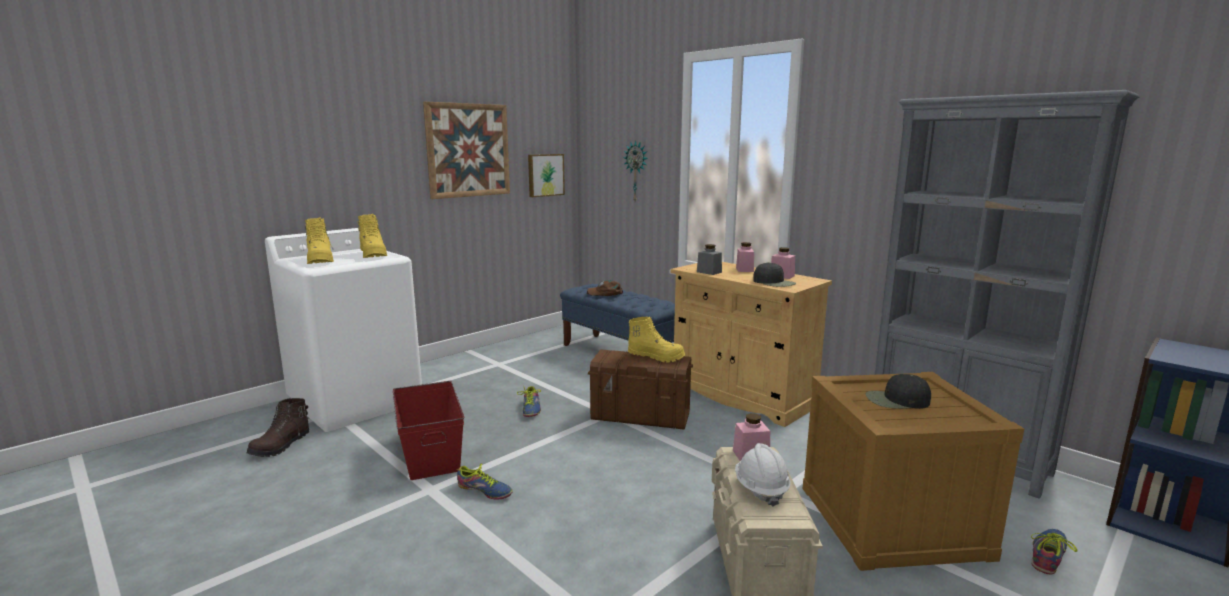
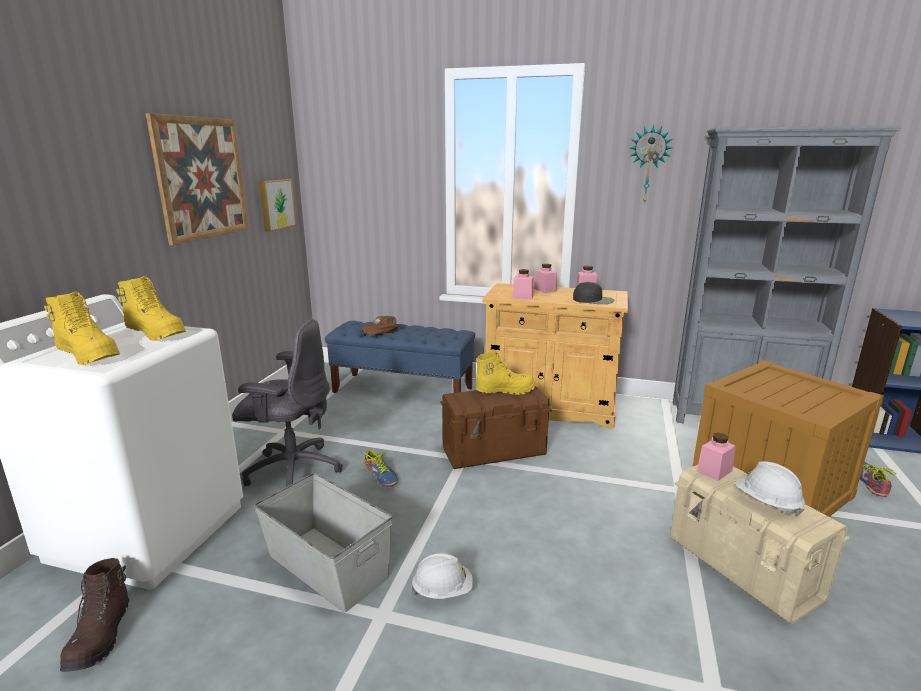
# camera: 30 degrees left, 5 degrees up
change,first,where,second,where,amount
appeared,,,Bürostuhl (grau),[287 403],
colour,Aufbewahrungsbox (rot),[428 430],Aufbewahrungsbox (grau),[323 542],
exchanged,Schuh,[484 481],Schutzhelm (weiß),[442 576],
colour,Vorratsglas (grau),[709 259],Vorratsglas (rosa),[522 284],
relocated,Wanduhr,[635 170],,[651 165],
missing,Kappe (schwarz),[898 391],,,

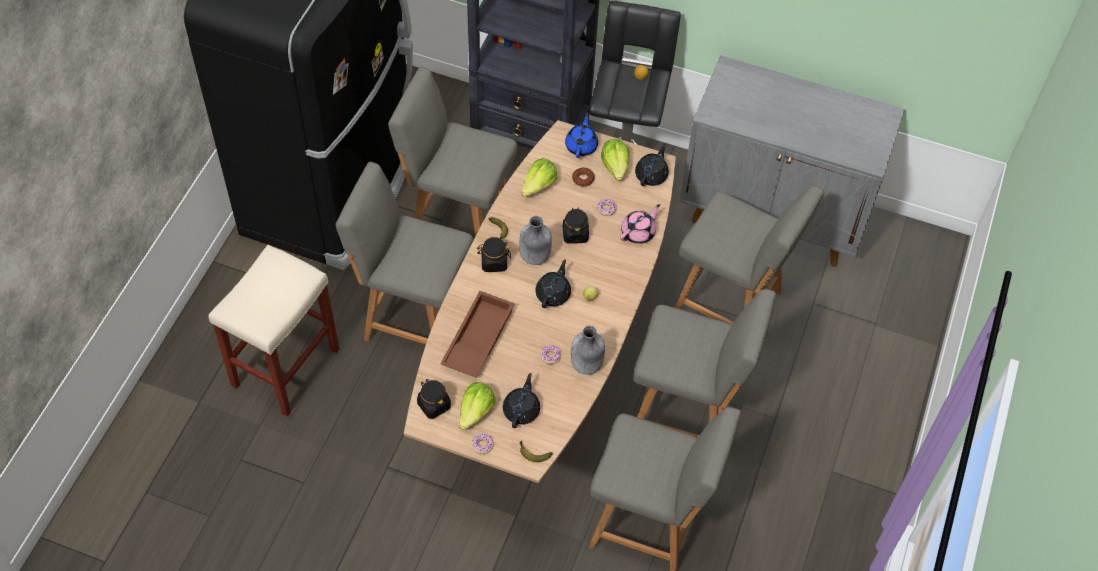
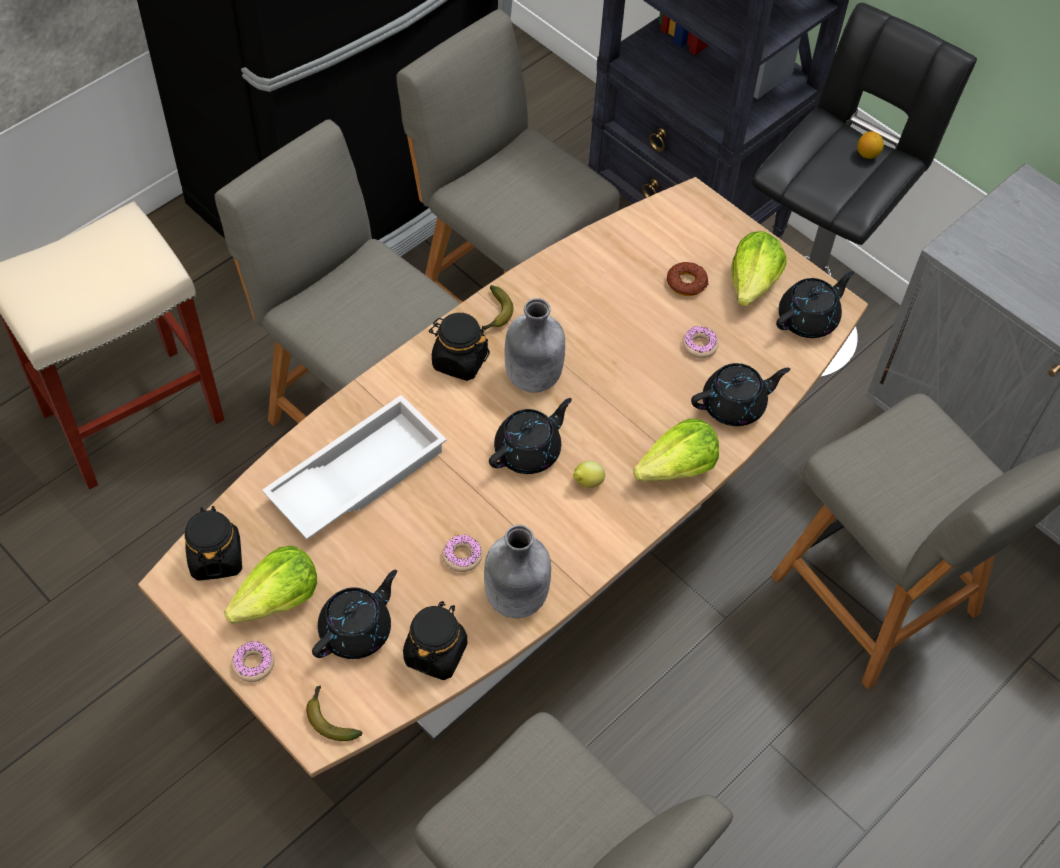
# camera: 25 degrees right, 0 degrees up
change,first,where,second,where,amount
colour,Tablett (braun),[477 334],Tablett (weiß),[354 467],
relocated,Vorratsglas (schwarz),[576 225],,[435 640],
relocated,Salatkopf,[539 177],,[676 450],
colour,Teekanne (rosa),[640 224],Teekanne (schwarz),[741 394],
missing,Teekanne (blau),[581 135],,,
missing,Stuhl (grau),[704 363],,,

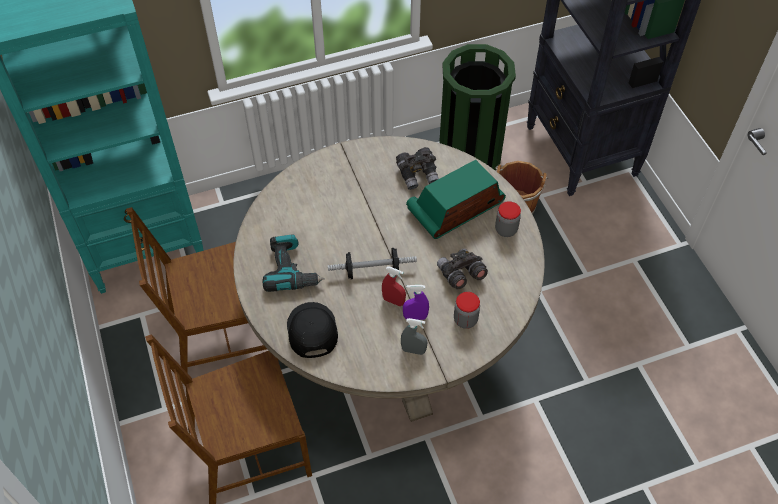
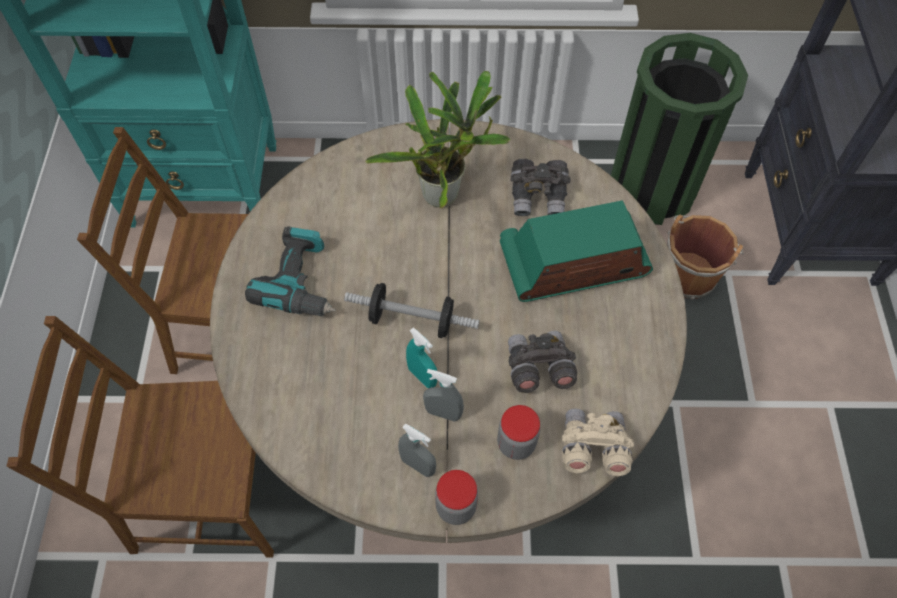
# camera: 20 degrees right, 5 degrees up
change,first,where,second,where,amount
appeared,,,Topfpflanze,[437 140],
colour,Sprühflasche (rot),[394 286],Sprühflasche (türkis),[421 358],
colour,Sprühflasche (lila),[416 302],Sprühflasche (grau),[443 395],
relocated,Vorratsglas,[508 219],,[456 497],
appeared,,,Fernglas (beige),[598 443],
missing,Kappe (schwarz),[312 330],,,

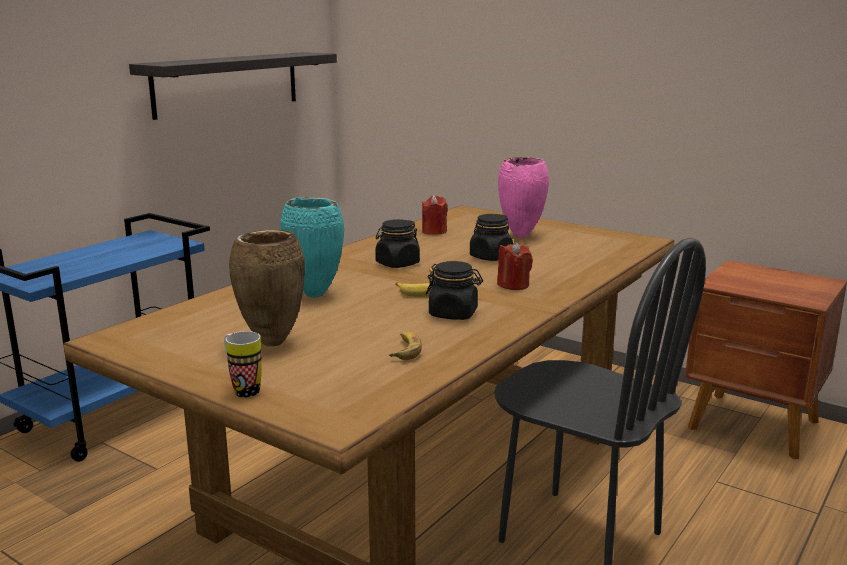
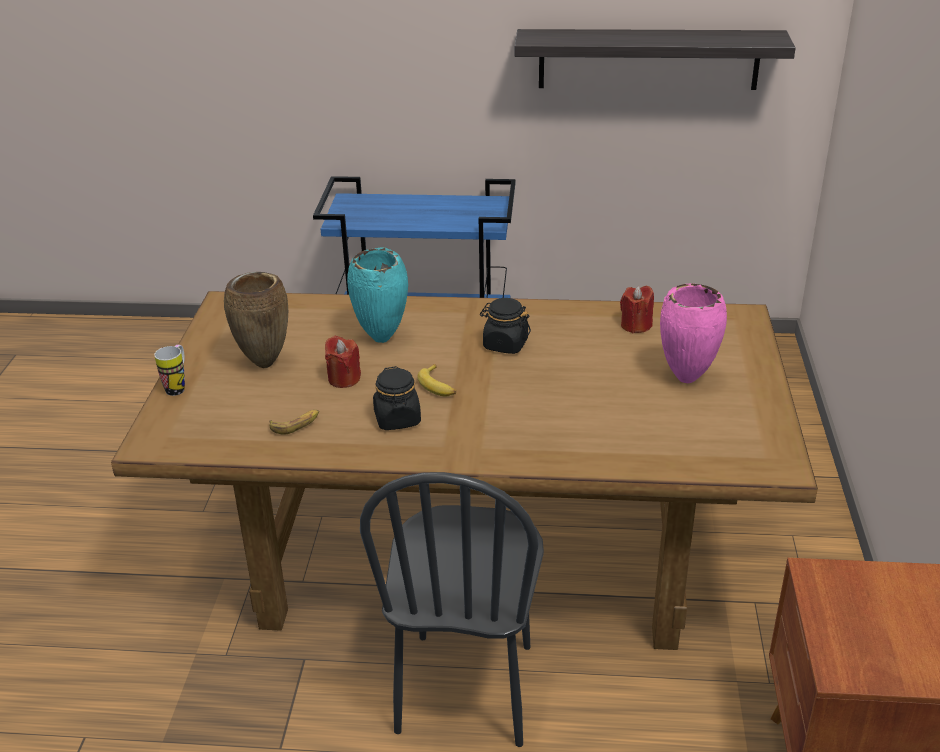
# camera: 60 degrees right, 15 degrees up
change,first,where,second,where,amount
relocated,Kerze (rot),[515 266],,[343 362],
missing,Vorratsglas (schwarz),[491 237],,,

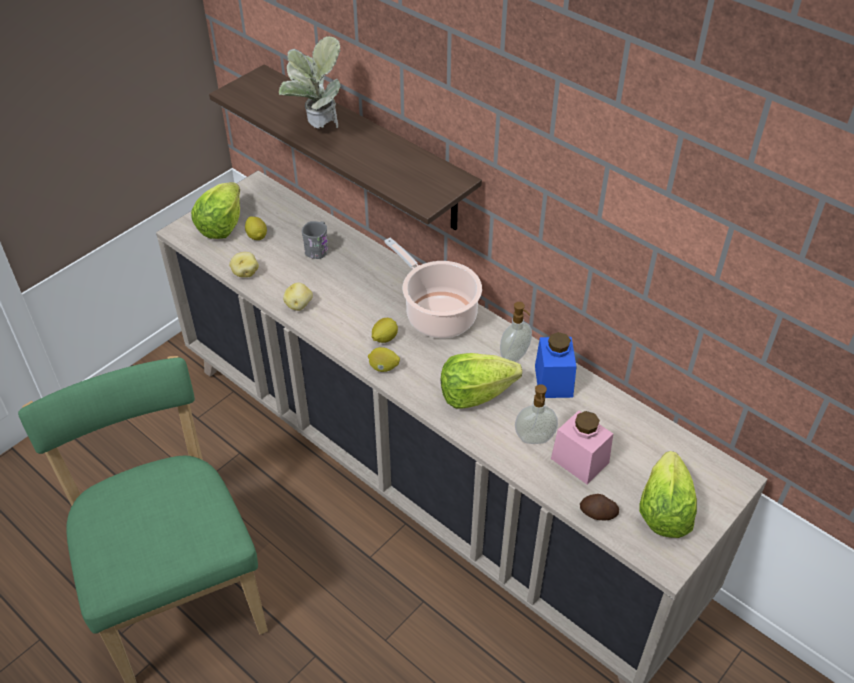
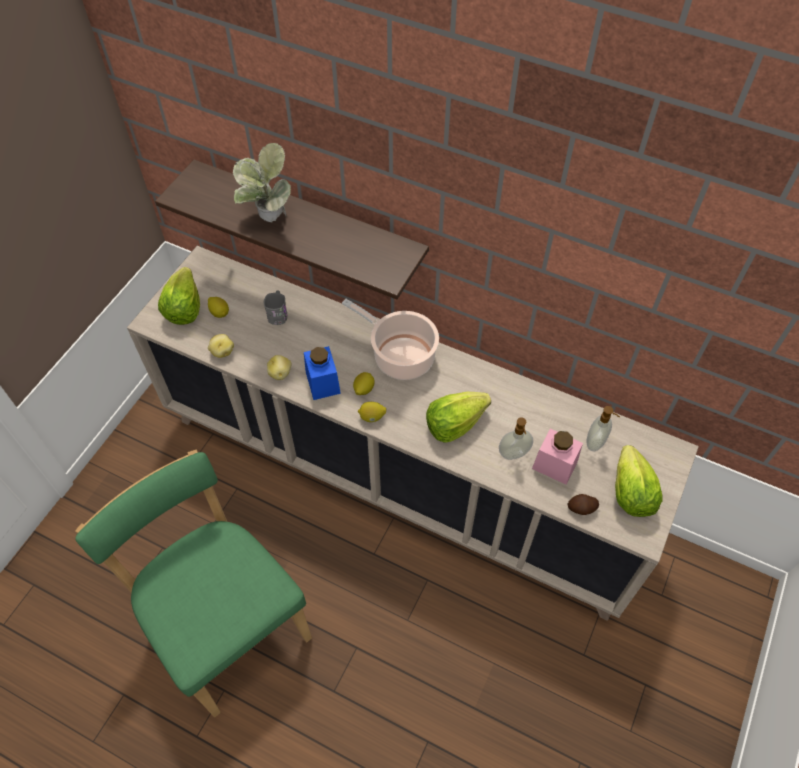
# camera: 15 degrees left, 10 degrees up
change,first,where,second,where,amount
relocated,Vorratsglas (blau),[556 365],,[322 373],
relocated,Seifenspender,[516 332],,[603 428],

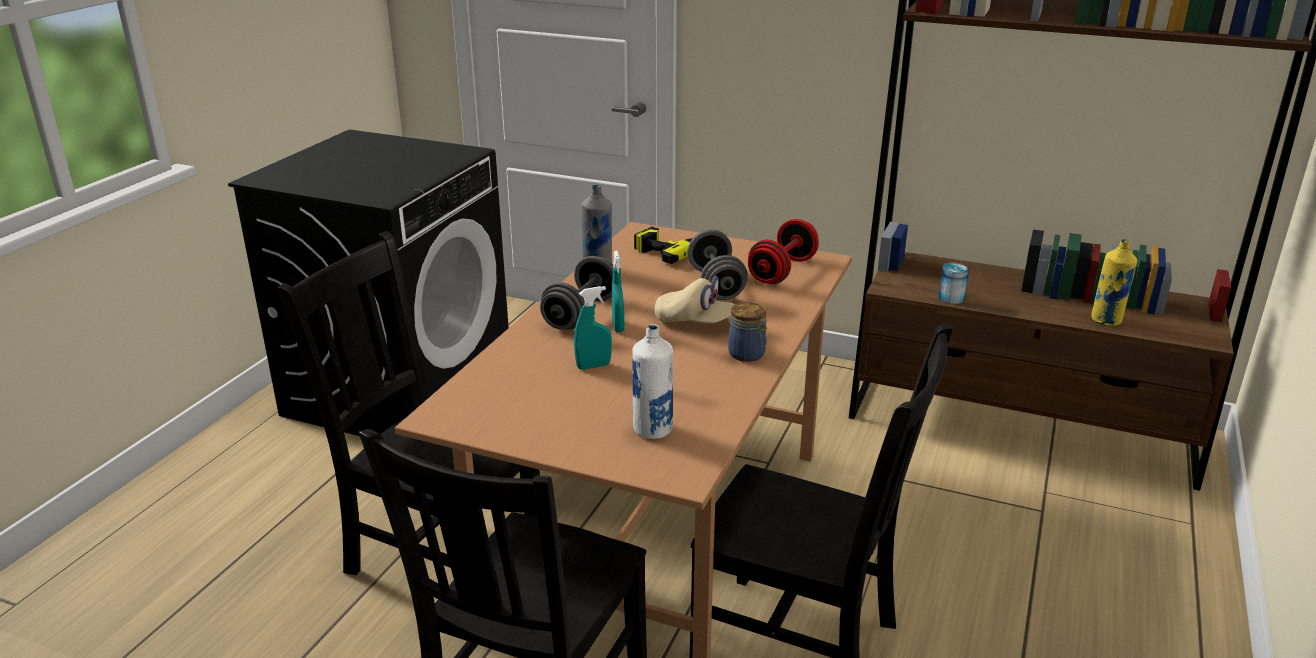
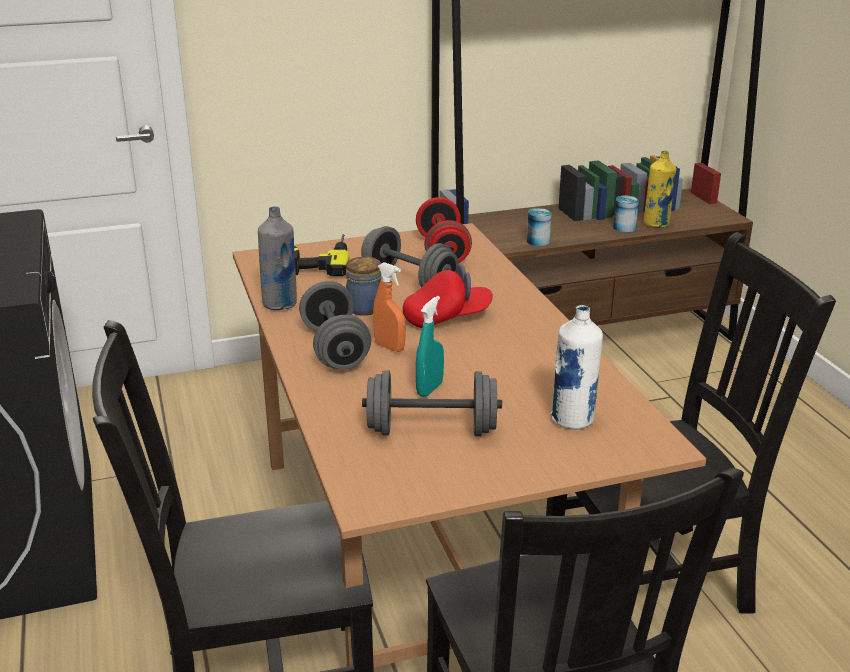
# camera: 40 degrees left, 0 degrees up
change,first,where,second,where,amount
relocated,Vorratsglas,[747 332],,[364 286],
appeared,,,Hantel (grau),[432 403],
colour,Sprühflasche (türkis),[618 291],Sprühflasche (orange),[389 307],
colour,Kappe (beige),[694 299],Kappe (rot),[448 295],
appeared,,,Dose,[626 214],

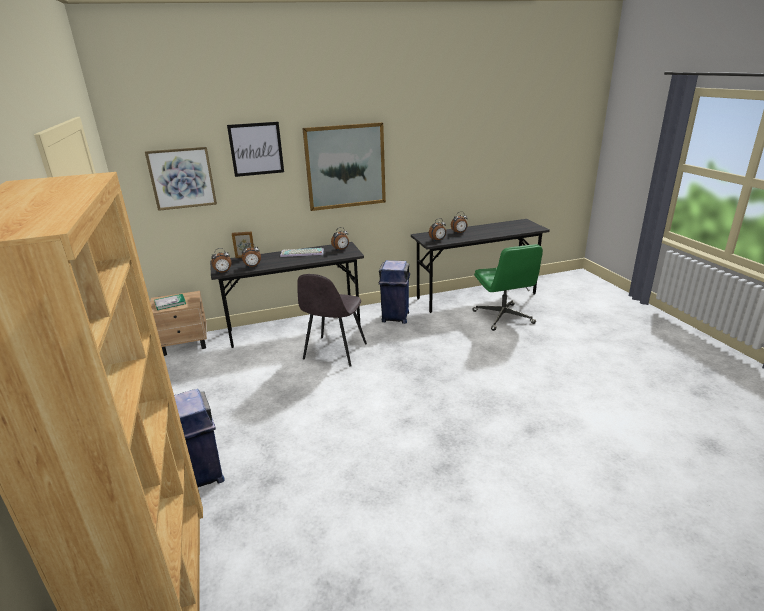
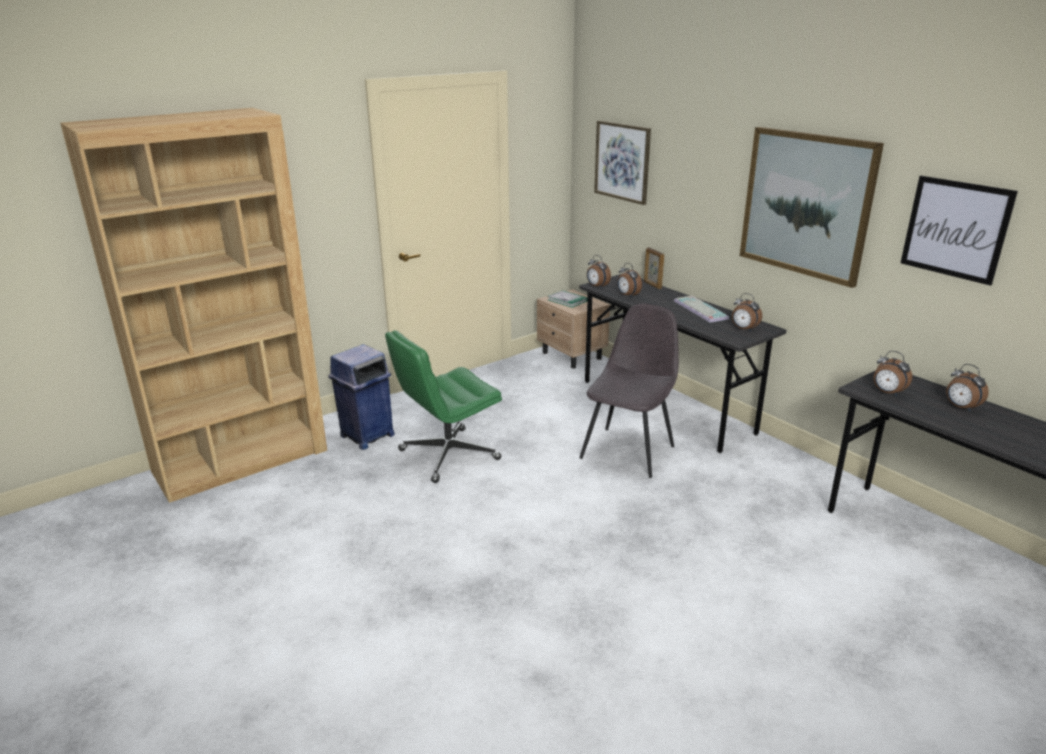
# camera: 70 degrees right, 0 degrees up
change,first,where,second,where,amount
relocated,Bürostuhl (grün),[508 287],,[443 406],
spun,Stuhl (grau),[332 320],,[629 391],120 degrees clockwise
relocated,Bild,[255 149],,[959 231],
missing,Mülleimer (blau),[394 292],,,

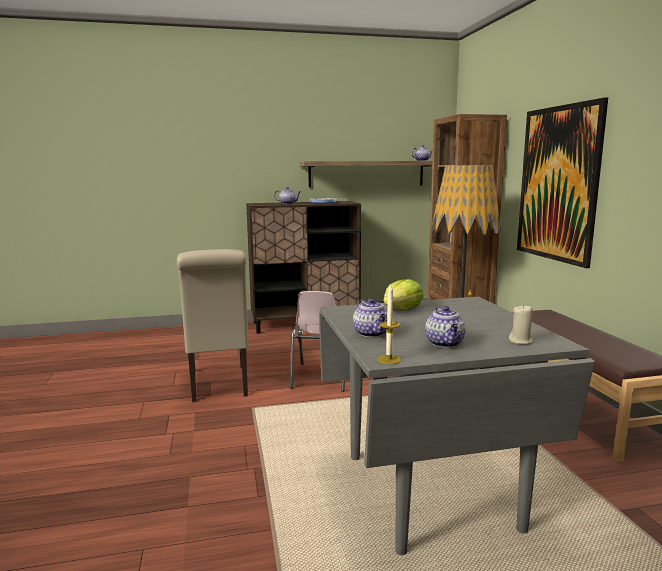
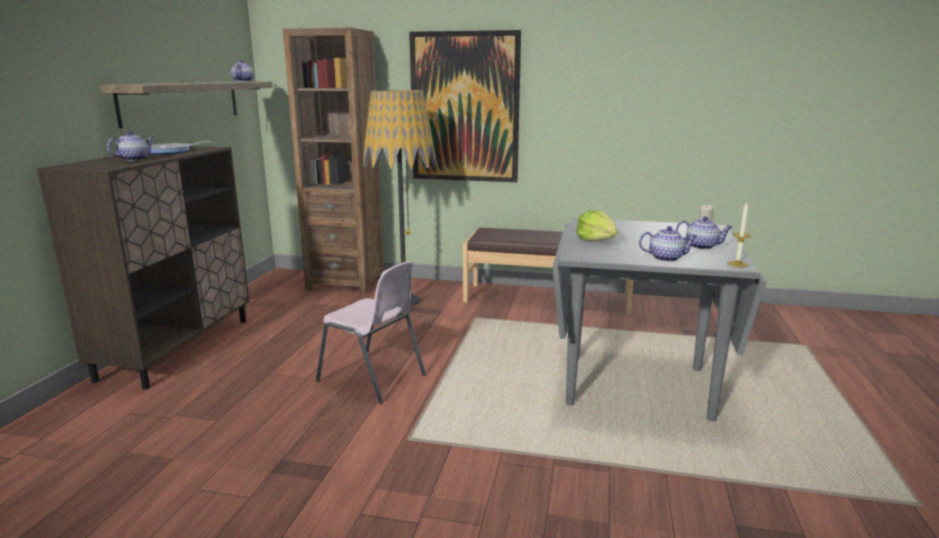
# camera: 65 degrees left, 5 degrees up
change,first,where,second,where,amount
missing,Stuhl (beige),[212 325],,,

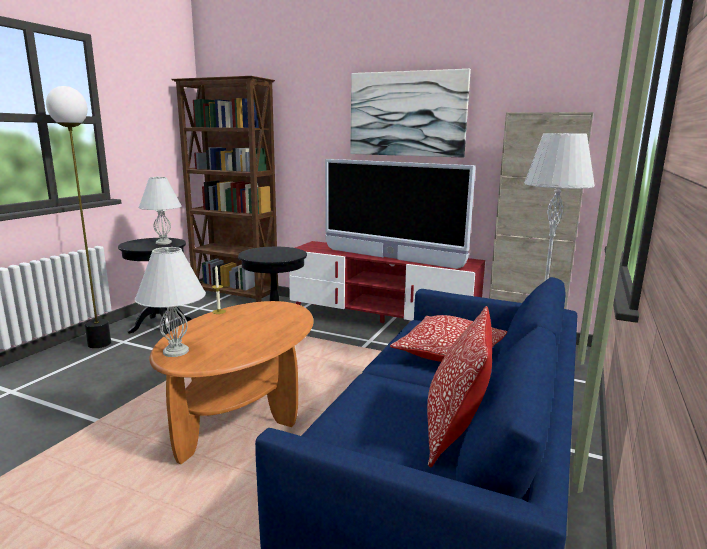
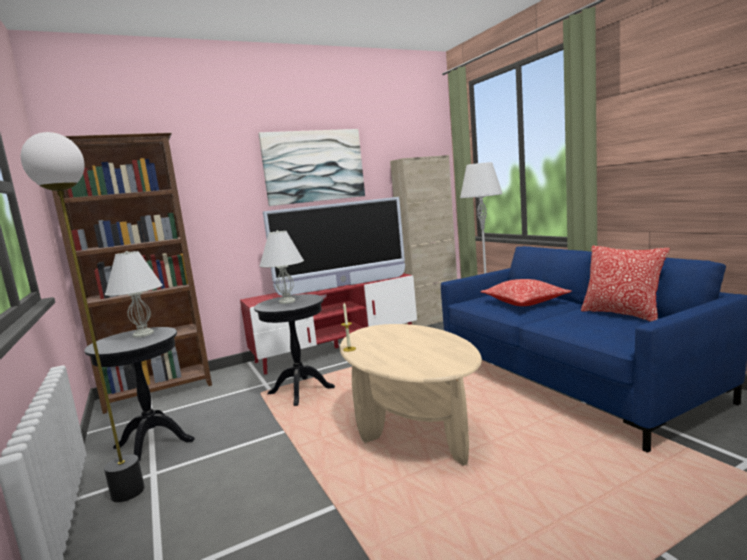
# camera: 50 degrees left, 5 degrees down
change,first,where,second,where,amount
relocated,Tischlampe (weiß),[170 302],,[281 267],
colour,Couchtisch (orange),[231 382],Couchtisch (beige),[411 395],

